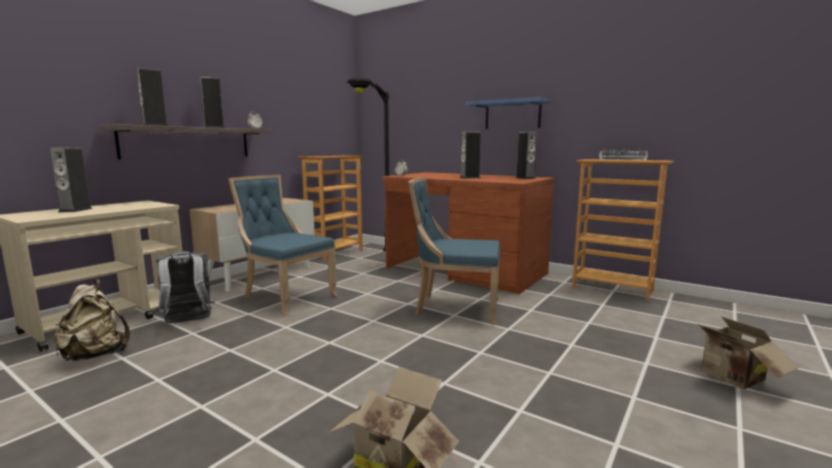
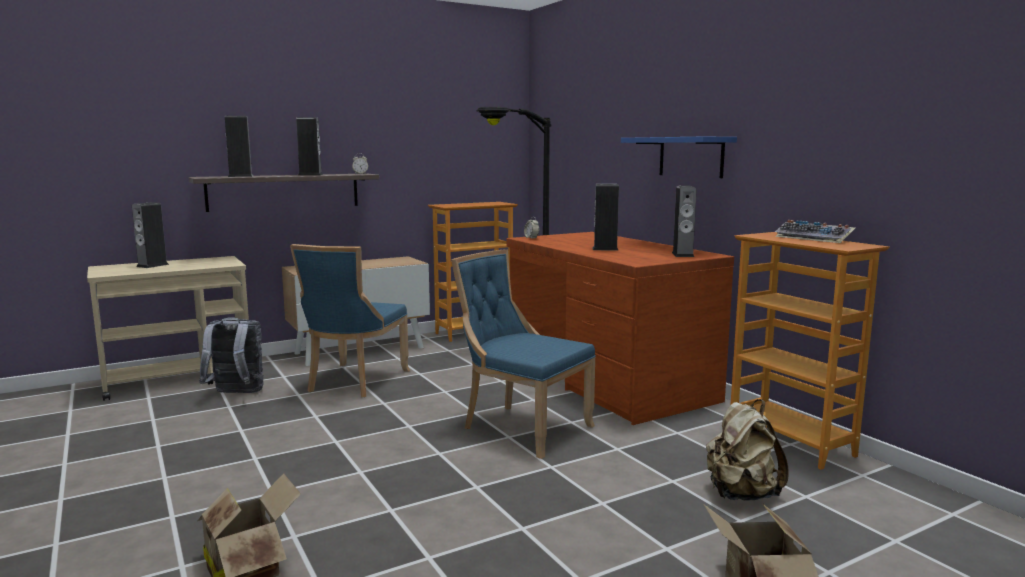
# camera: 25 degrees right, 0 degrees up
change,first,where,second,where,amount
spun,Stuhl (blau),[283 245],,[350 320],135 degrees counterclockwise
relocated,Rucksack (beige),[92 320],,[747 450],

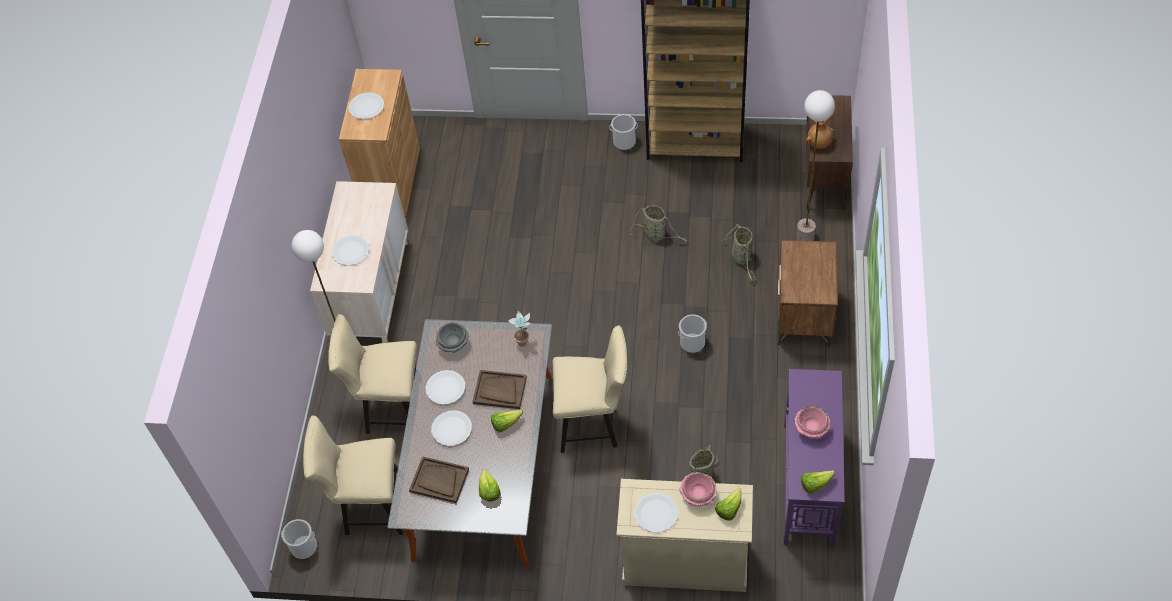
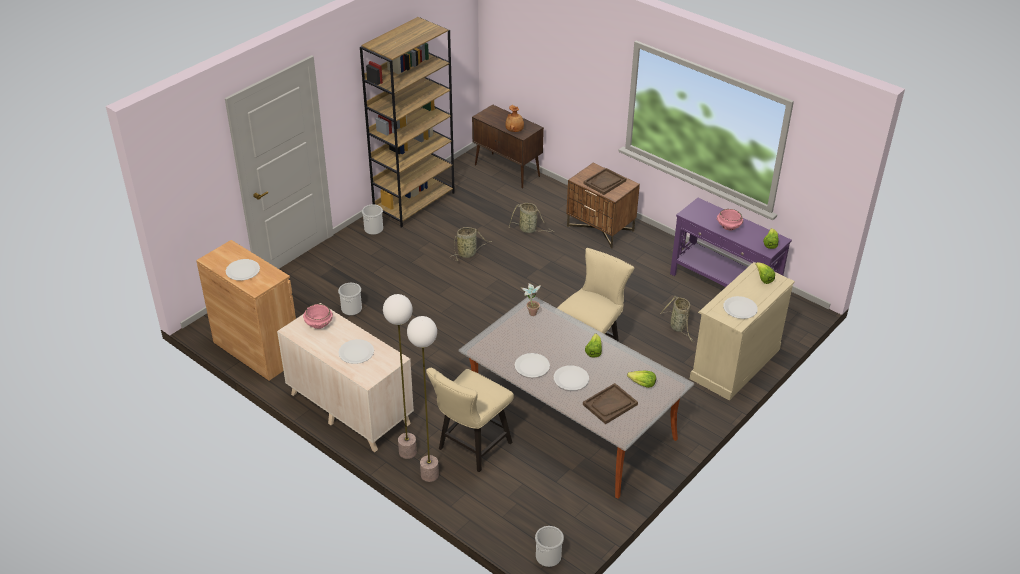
# camera: 60 degrees left, 15 degrees down
change,first,where,second,where,amount
relocated,Schüssel (rosa),[698 489],,[318 316],
relocated,Eimer,[692 333],,[350 299],
relocated,Stehlampe,[815 165],,[423 399],
relocated,Tablett (braun),[499 389],,[605 181],
missing,Stuhl (beige),[353 475],,,
missing,Schüssel (grau),[452 337],,,

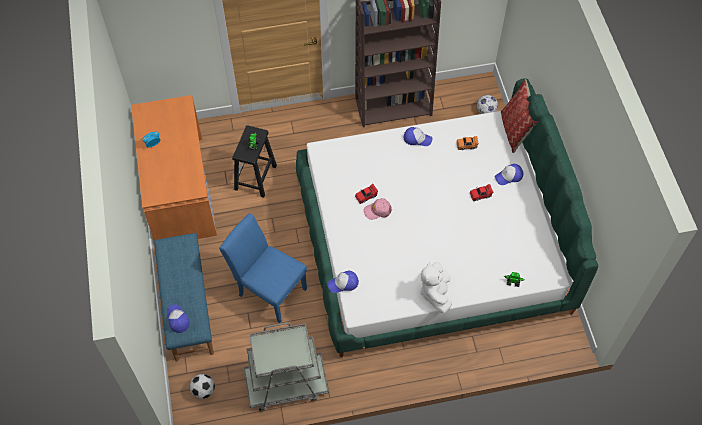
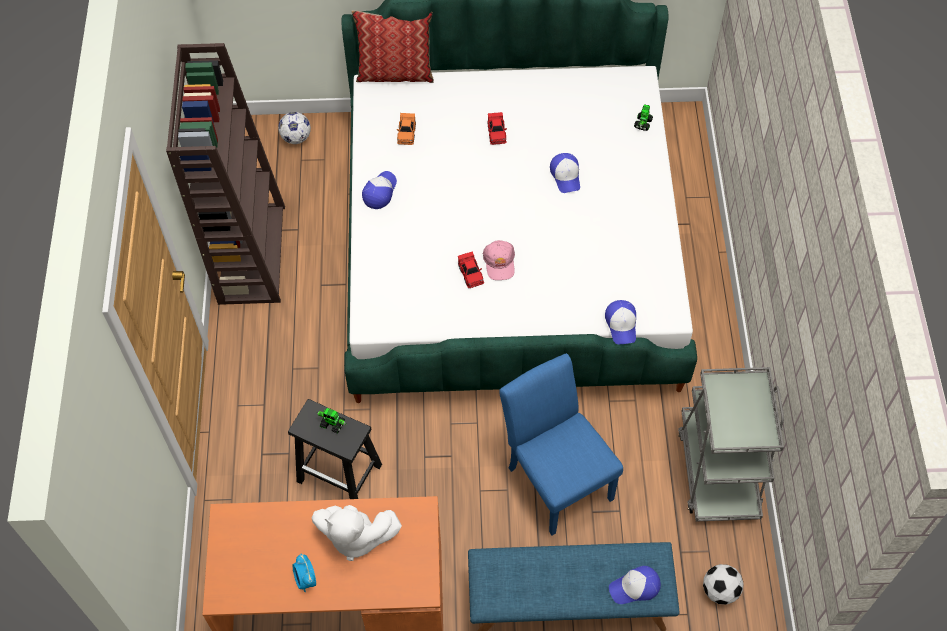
# camera: 80 degrees left, 0 degrees up
change,first,where,second,where,amount
relocated,Plüschtier (weiß),[436 287],,[356 533],
spun,Stuhl (blau),[263 268],,[561 444],105 degrees clockwise
relocated,Kappe,[508 174],,[565 173],

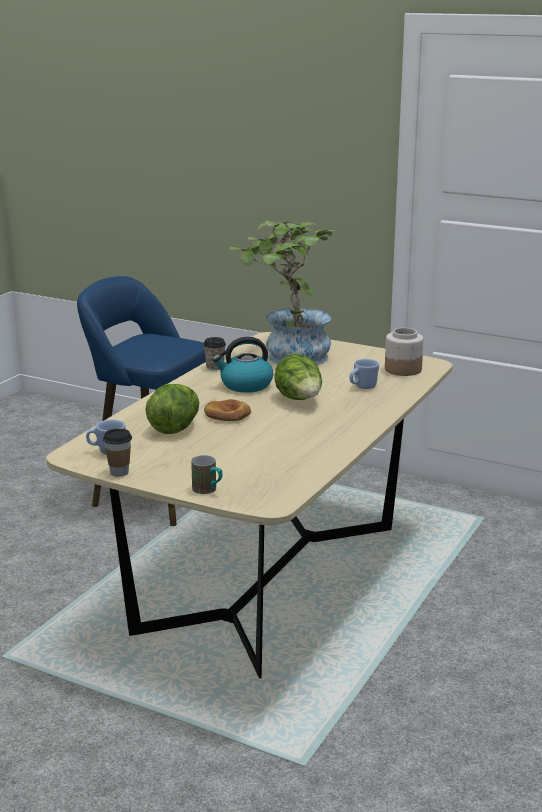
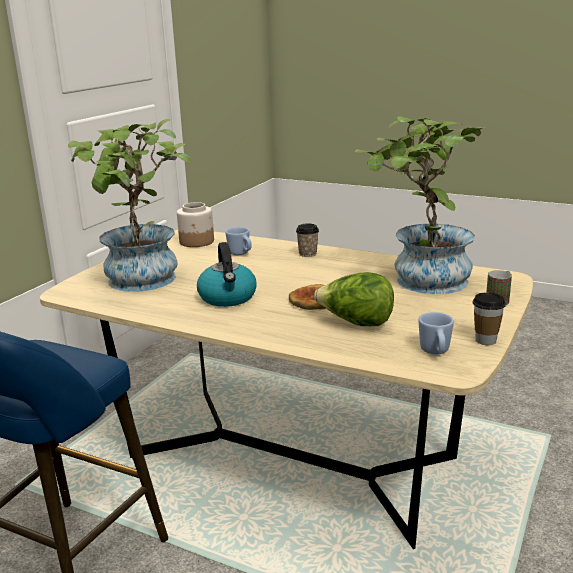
# camera: 90 degrees left, 0 degrees up
change,first,where,second,where,amount
relocated,Tasse,[214 353],,[307 240],
appeared,,,Topfpflanze,[420 205],
missing,Salatkopf,[298 377],,,

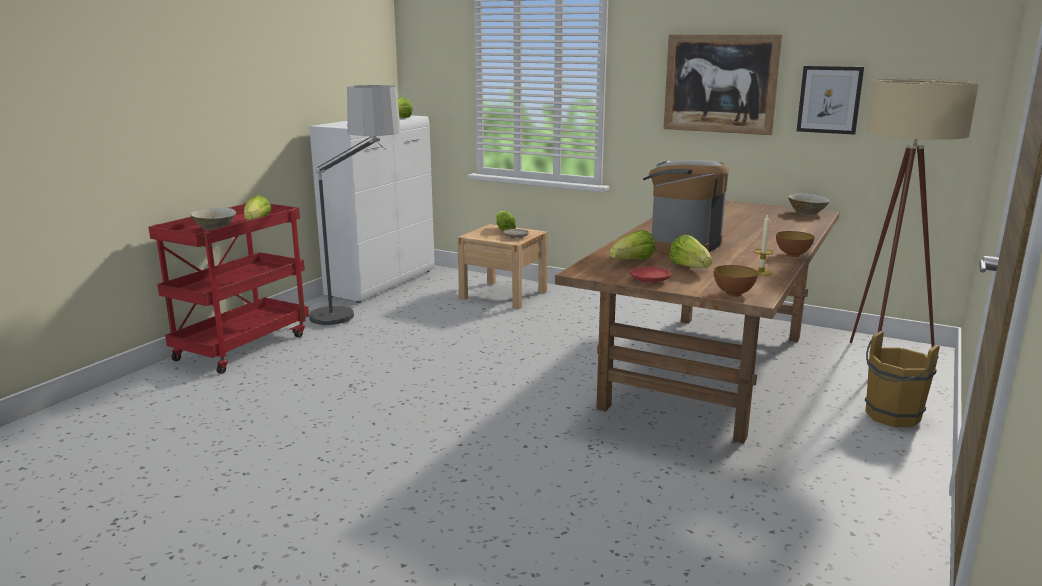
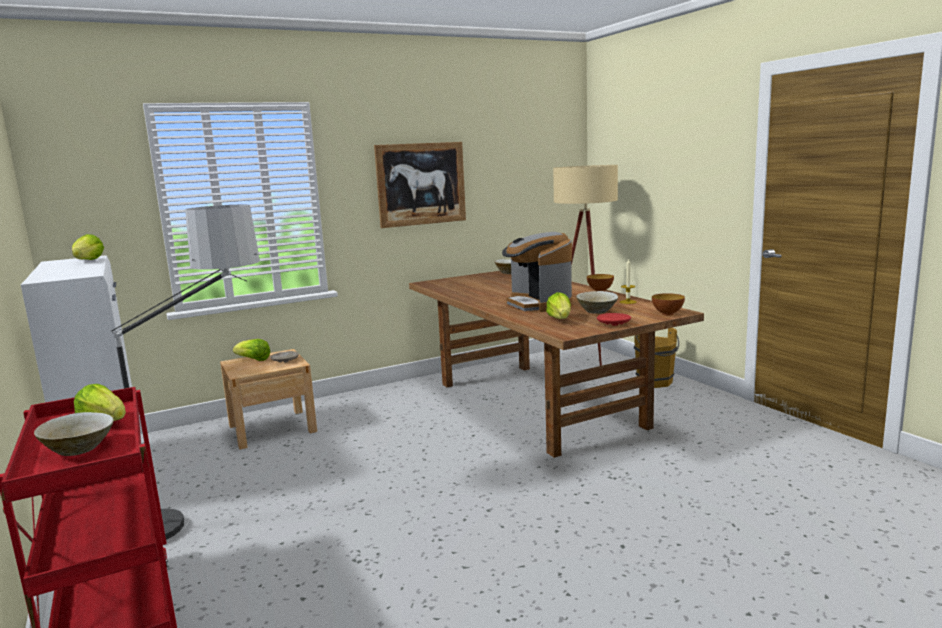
# camera: 55 degrees left, 5 degrees down
change,first,where,second,where,amount
exchanged,Salatkopf,[690 251],Schüssel (beige),[597 302],
missing,Bild,[830 100],,,

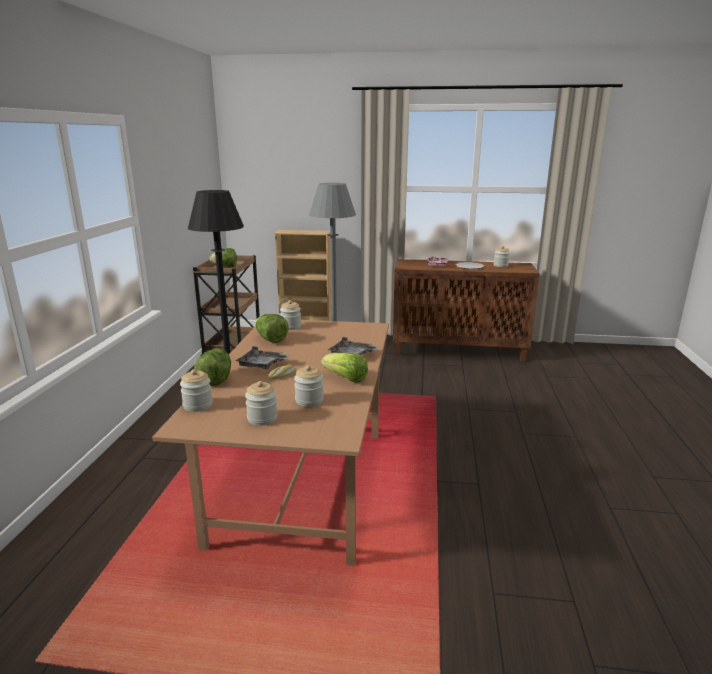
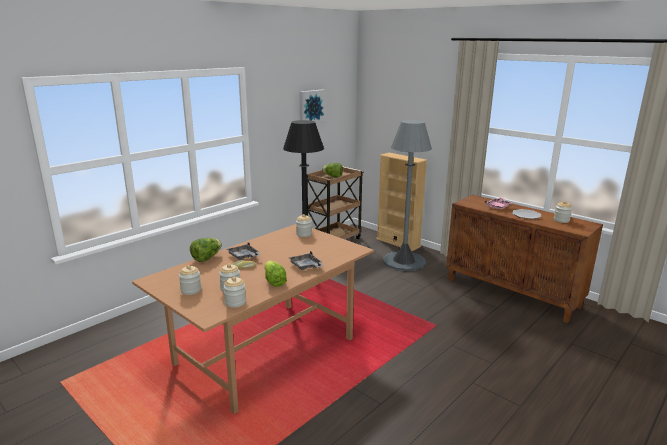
# camera: 35 degrees right, 0 degrees up
change,first,where,second,where,amount
relocated,Vorratsglas,[196 390],,[234 292],
appeared,,,Bild,[313 106],
missing,Salatkopf,[272 328],,,

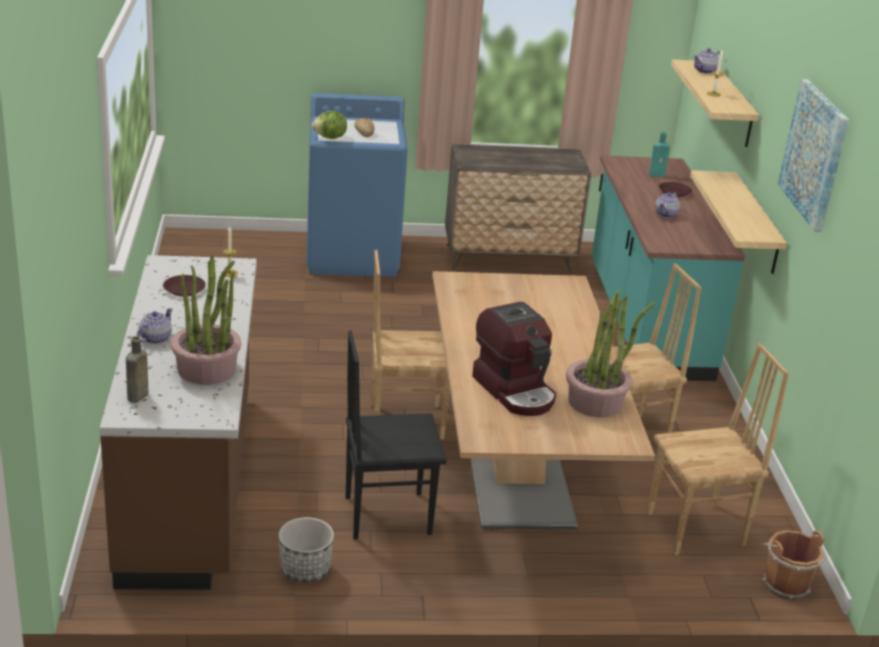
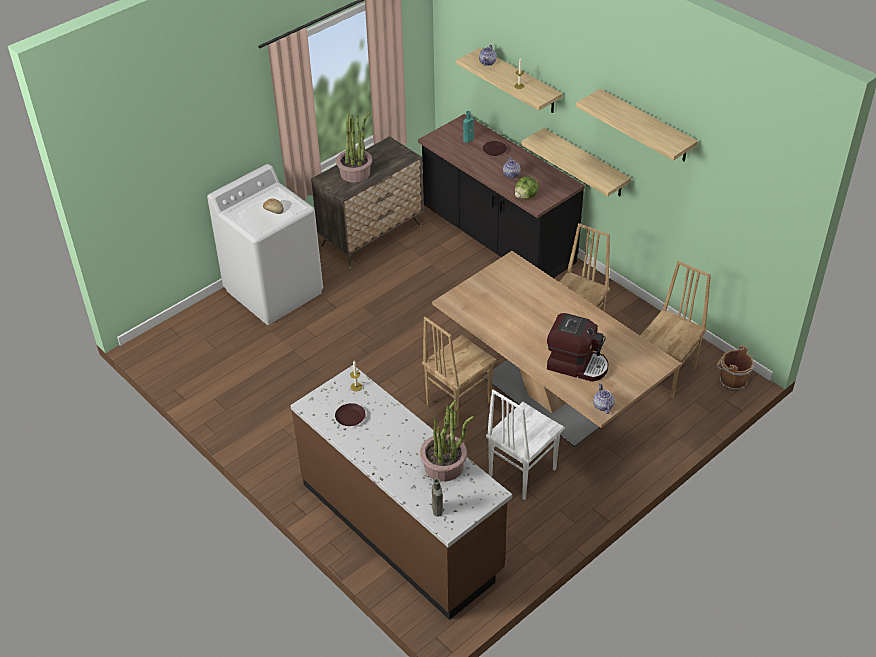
# camera: 35 degrees left, 15 degrees up
change,first,where,second,where,amount
colour,Waschmaschine (blau),[357 185],Waschmaschine (weiß),[265 244],
relocated,Topfpflanze,[610 354],,[354 146],
colour,Küchenzeile (türkis),[668 268],Küchenzeile (schwarz),[501 196],
colour,Stuhl (schwarz),[396 434],Stuhl (weiß),[525 444],
relocated,Salatkopf,[329 125],,[527 187],
exchanged,Bild,[813 155],Wandregal,[637 125],
relocated,Teekanne,[155 326],,[604 398],
missing,Pflanzkübel,[306 550],,,

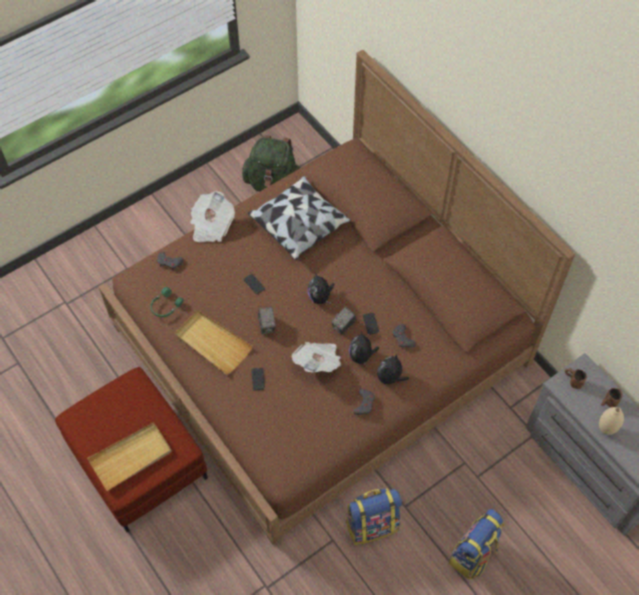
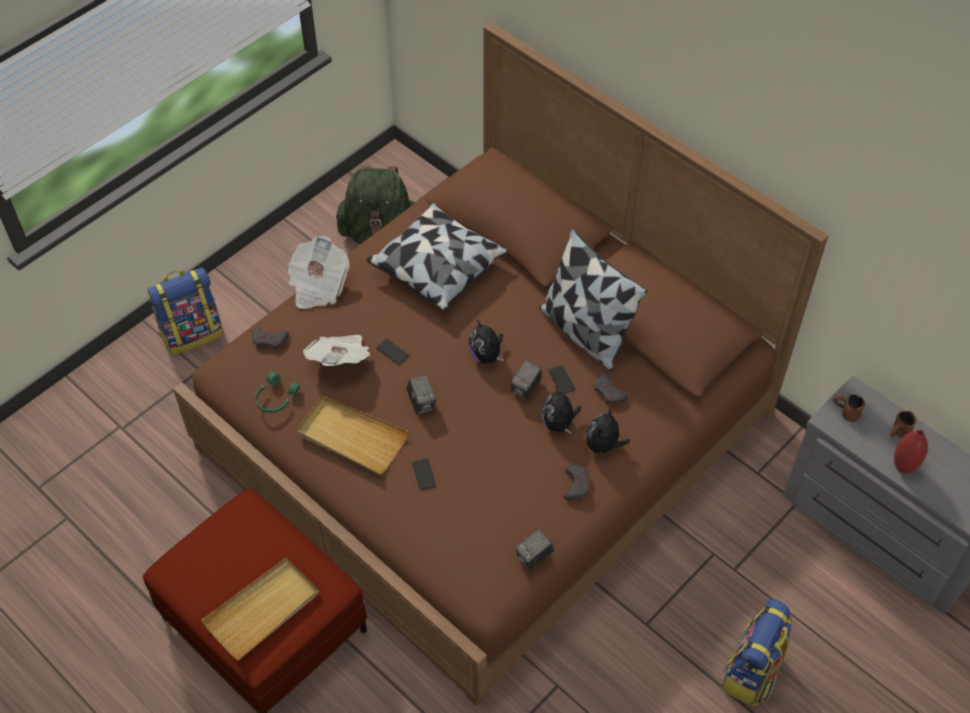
# camera: 10 degrees left, 5 degrees down
change,first,where,second,where,amount
relocated,Rucksack,[374 516],,[185 311],
relocated,Zeitung,[316 357],,[337 350],
appeared,,,Kamera,[534 549],
appeared,,,Kissen,[593 299],
colour,Vase (beige),[611 421],Vase (rot),[911 451],

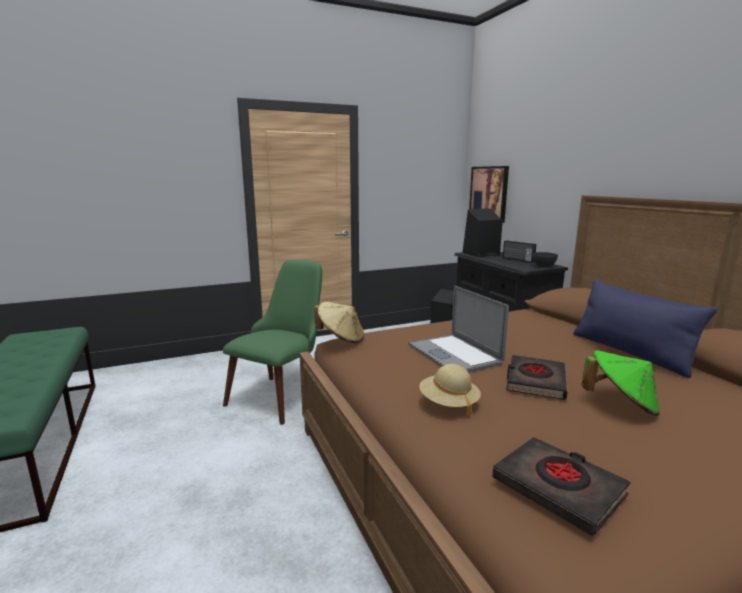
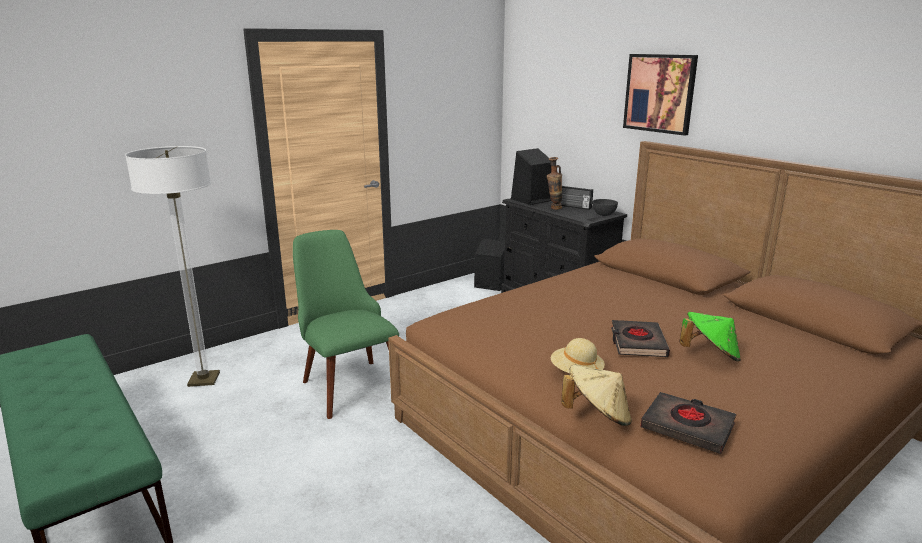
# camera: 15 degrees left, 5 degrees up
change,first,where,second,where,amount
appeared,,,Stehlampe,[172 266],
spun,Stuhl (grün),[272 342],,[346 324],45 degrees counterclockwise
appeared,,,Vase,[554 183],
relocated,Hut (beige),[339 322],,[596 395],
relocated,Bild,[489 194],,[660 95],
missing,Laptop,[458 329],,,
missing,Kissen (blau),[645 328],,,

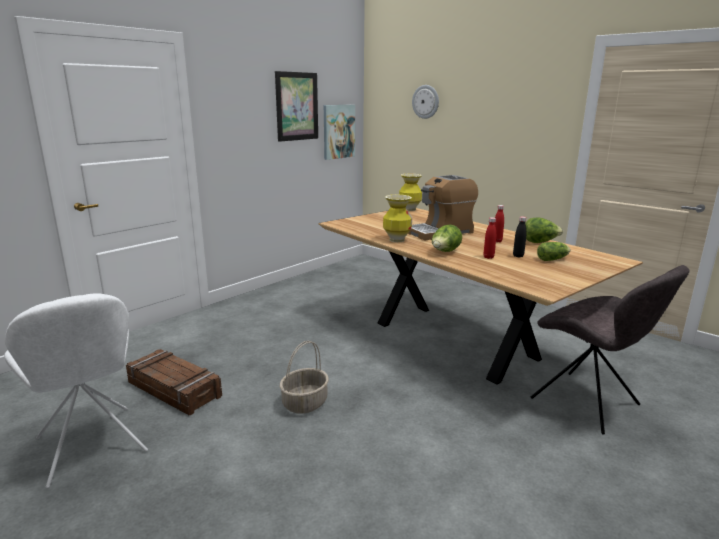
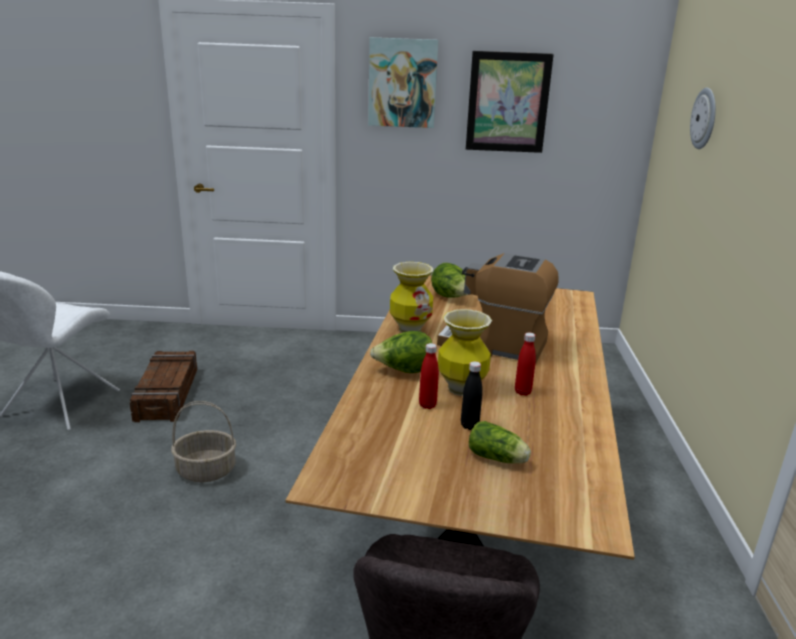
# camera: 50 degrees right, 5 degrees up
change,first,where,second,where,amount
relocated,Bild,[339 132],,[403 82],
relocated,Salatkopf,[544 230],,[449 280],
relocated,Vase,[410 192],,[465 352],

